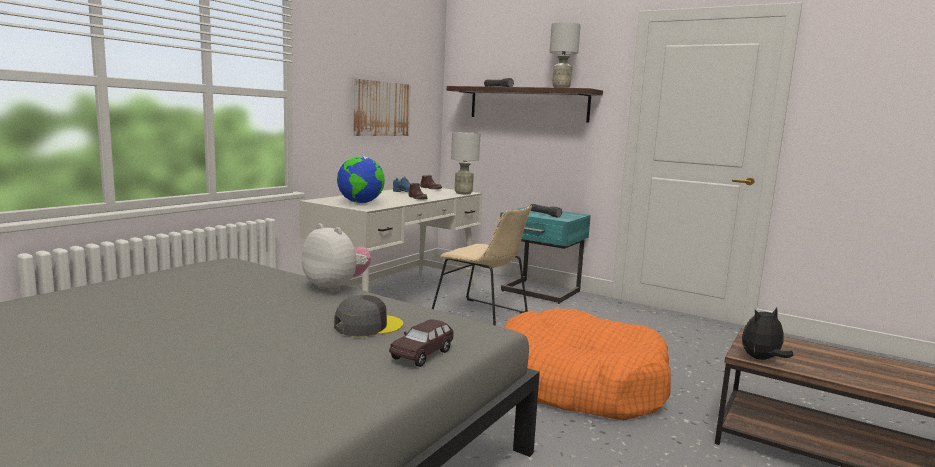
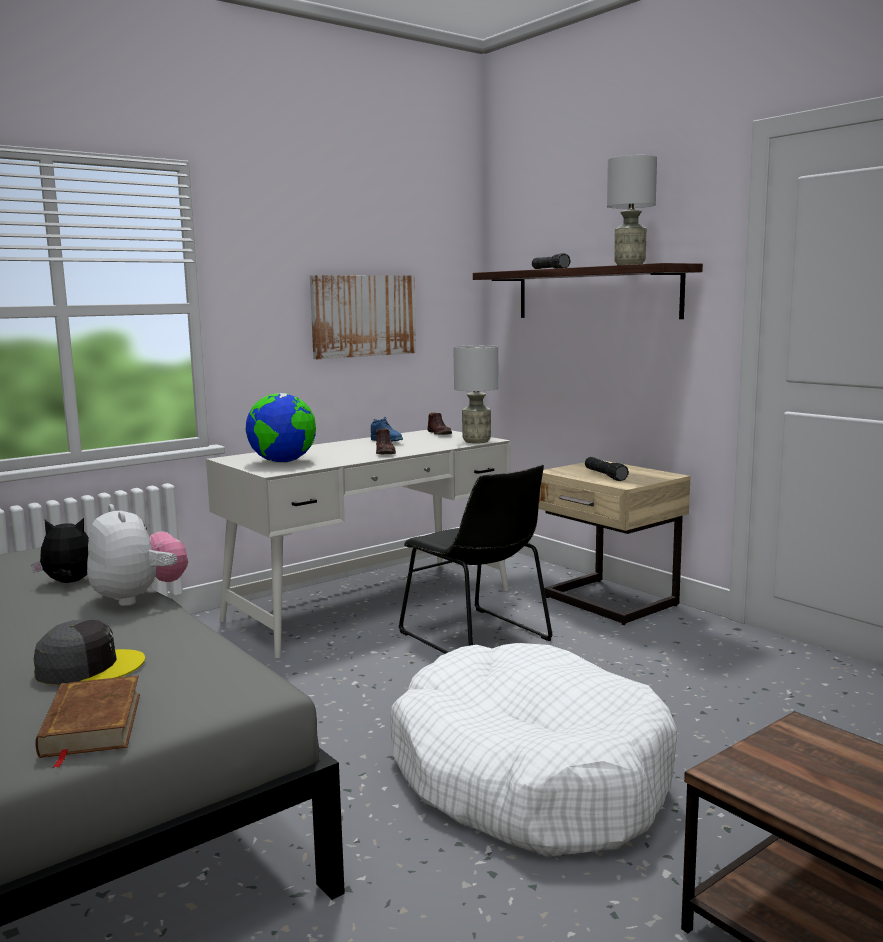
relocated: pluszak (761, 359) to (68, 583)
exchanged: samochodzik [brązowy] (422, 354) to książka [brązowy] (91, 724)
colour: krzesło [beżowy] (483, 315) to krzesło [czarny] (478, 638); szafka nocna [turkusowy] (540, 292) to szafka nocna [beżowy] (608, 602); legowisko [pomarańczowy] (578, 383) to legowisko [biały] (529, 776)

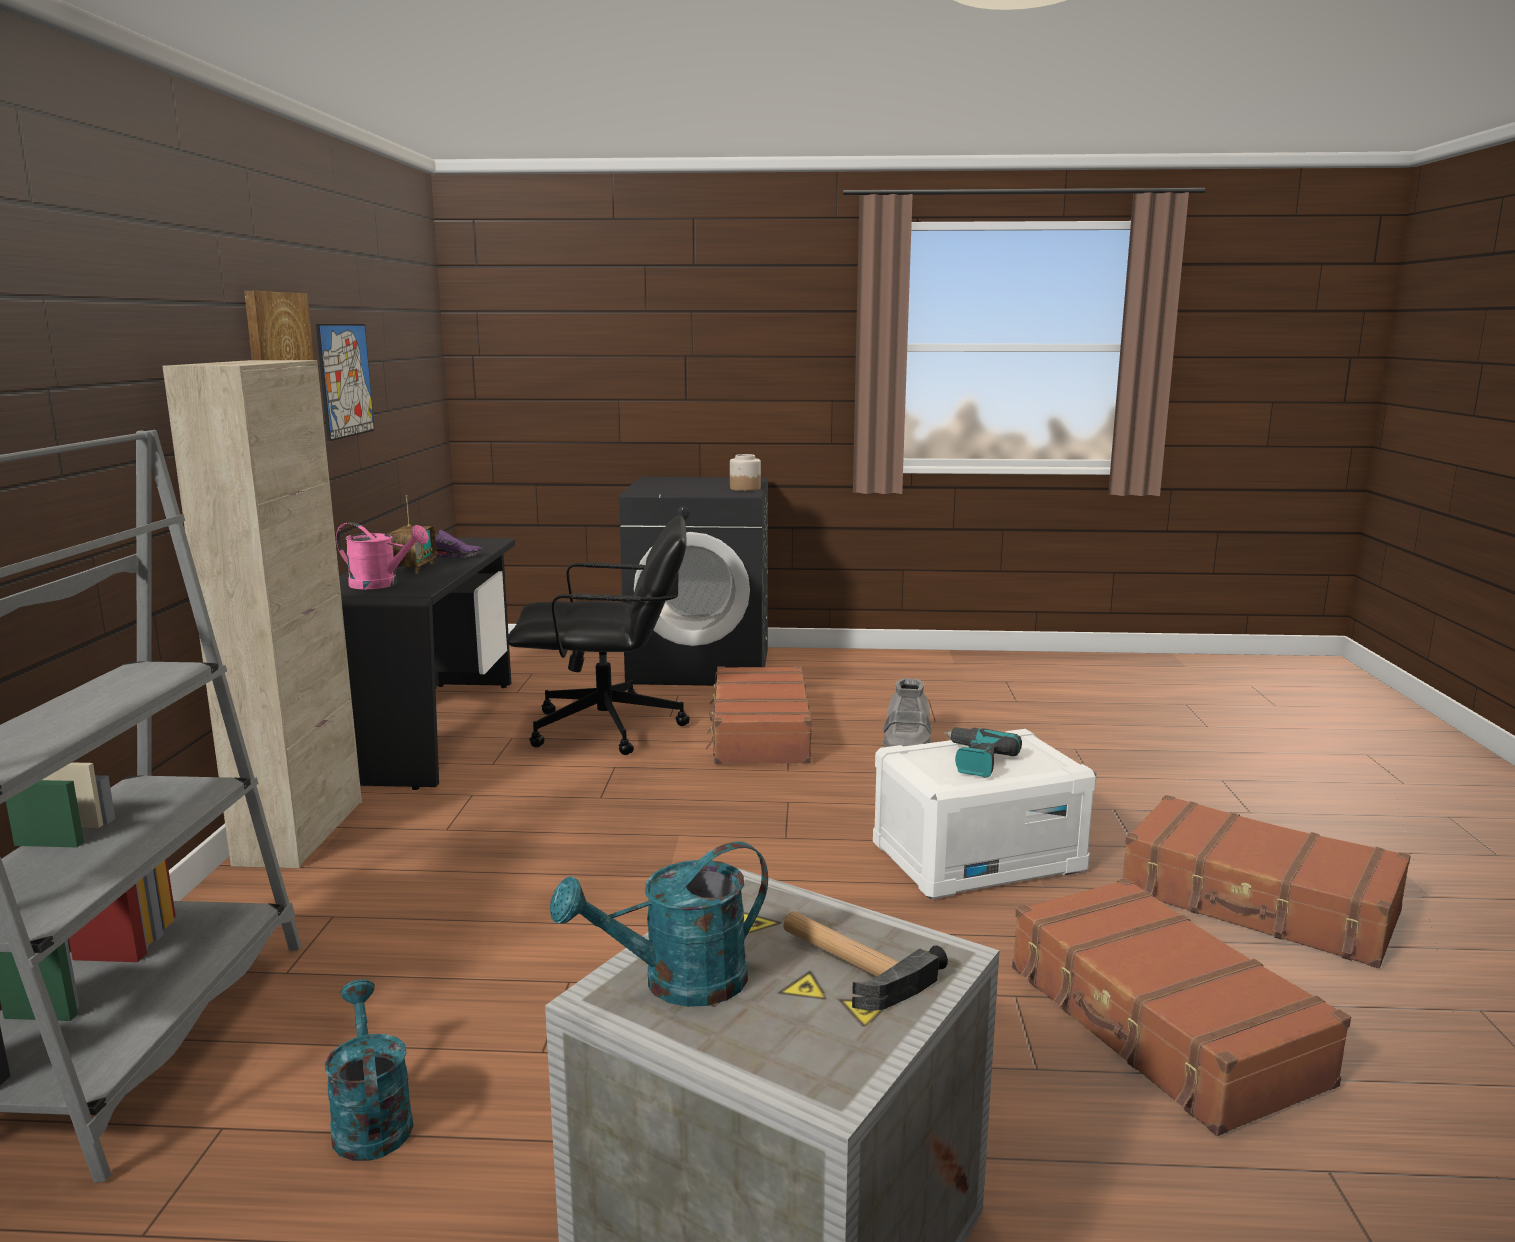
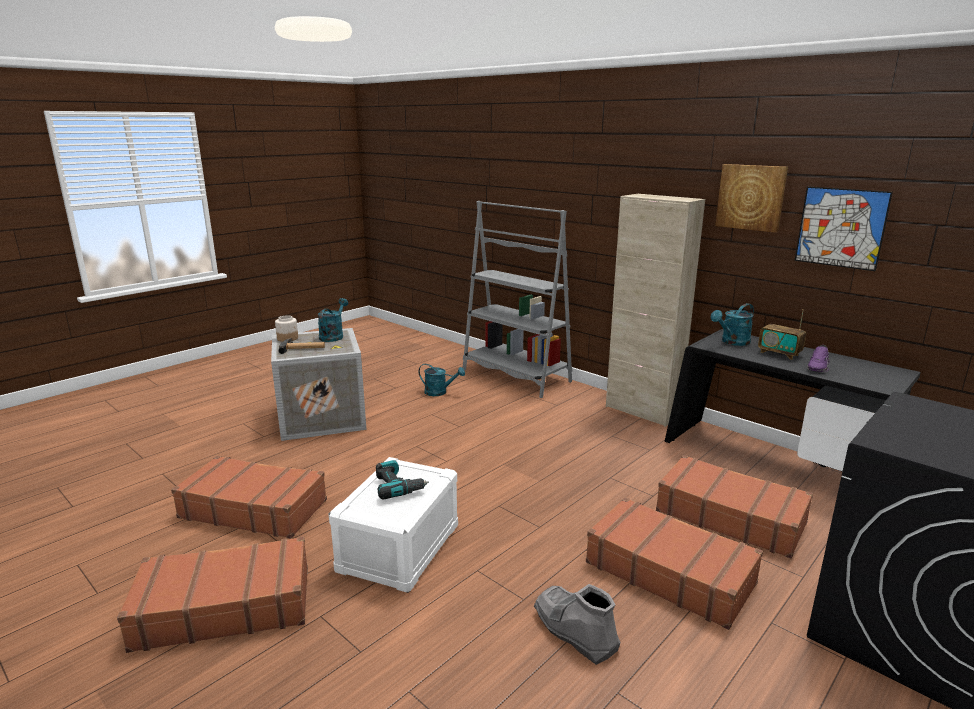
relocated: słoik (744, 488) to (288, 338)
exchanged: krzesło biurowe [czarny] (608, 729) to walizka [brązowy] (730, 516)
colour: konewka [różowy] (382, 585) to konewka [turkusowy] (732, 342)

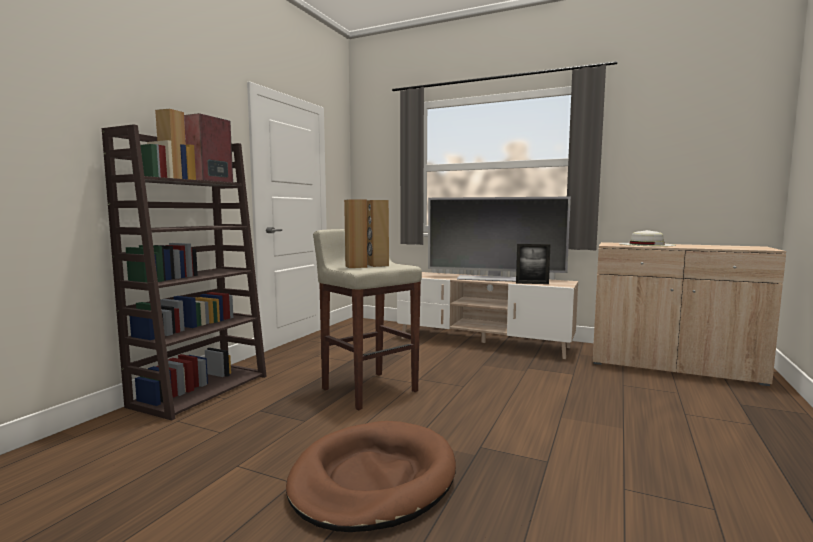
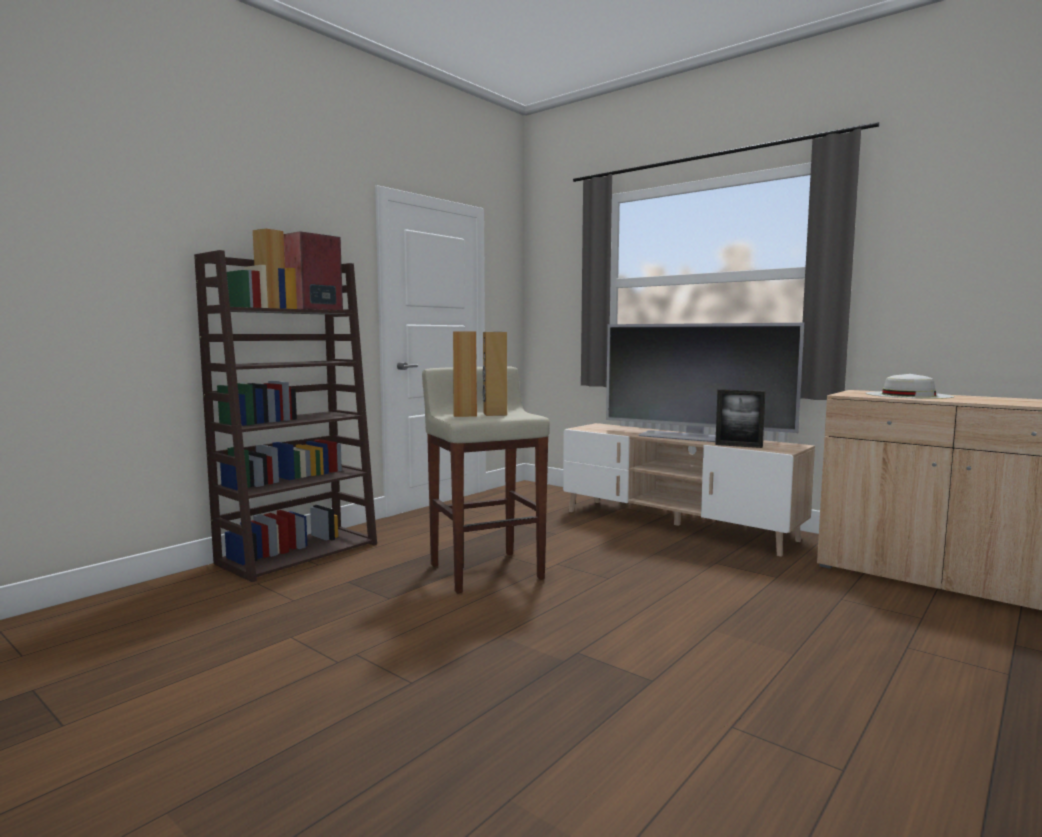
missing: legowisko [brązowy] (373, 479)

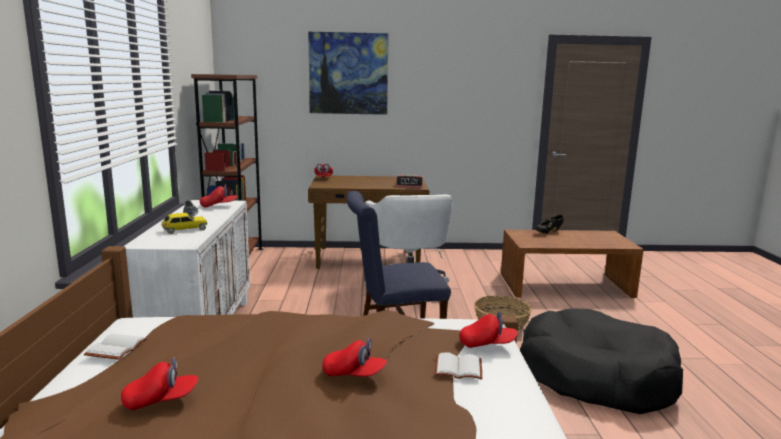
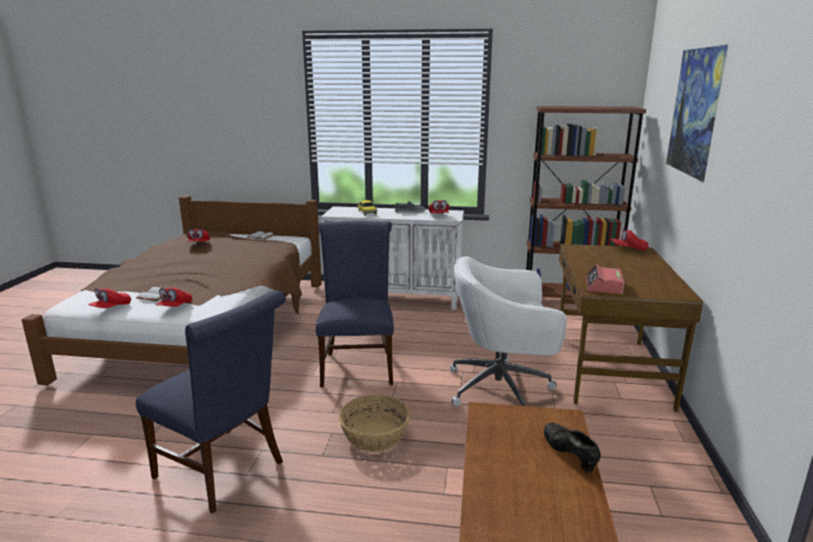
relocated: czapka z daszkiem [czerwony] (354, 374) to (111, 308)
exchanged: legowisko [czarny] (595, 376) to krzesło [niebieski] (225, 471)

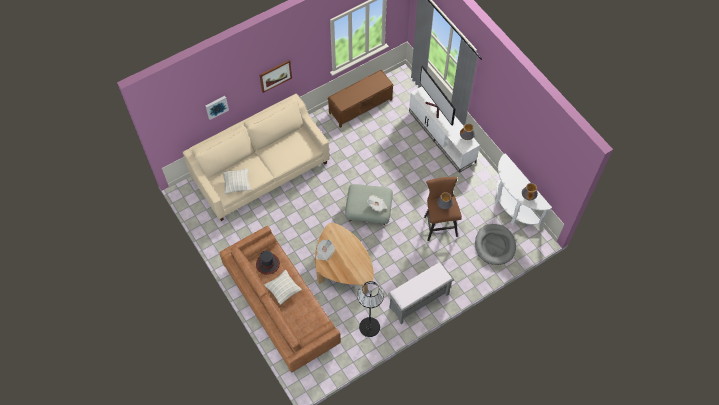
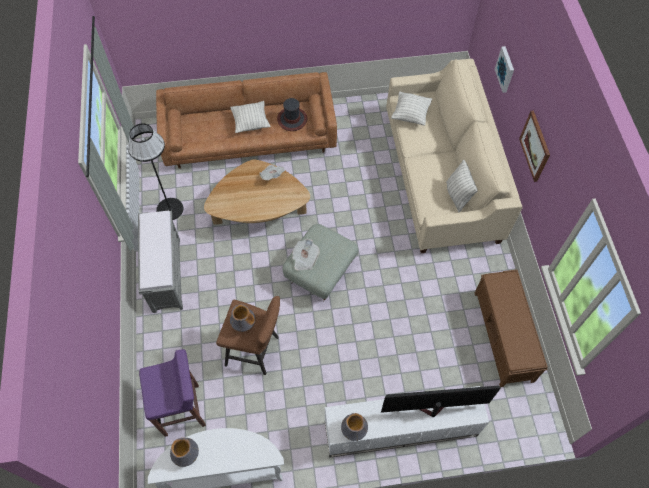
appeared: poduszka (457, 196)
exchanged: legowisko [szary] (495, 245) to stołek [fioletowy] (183, 410)

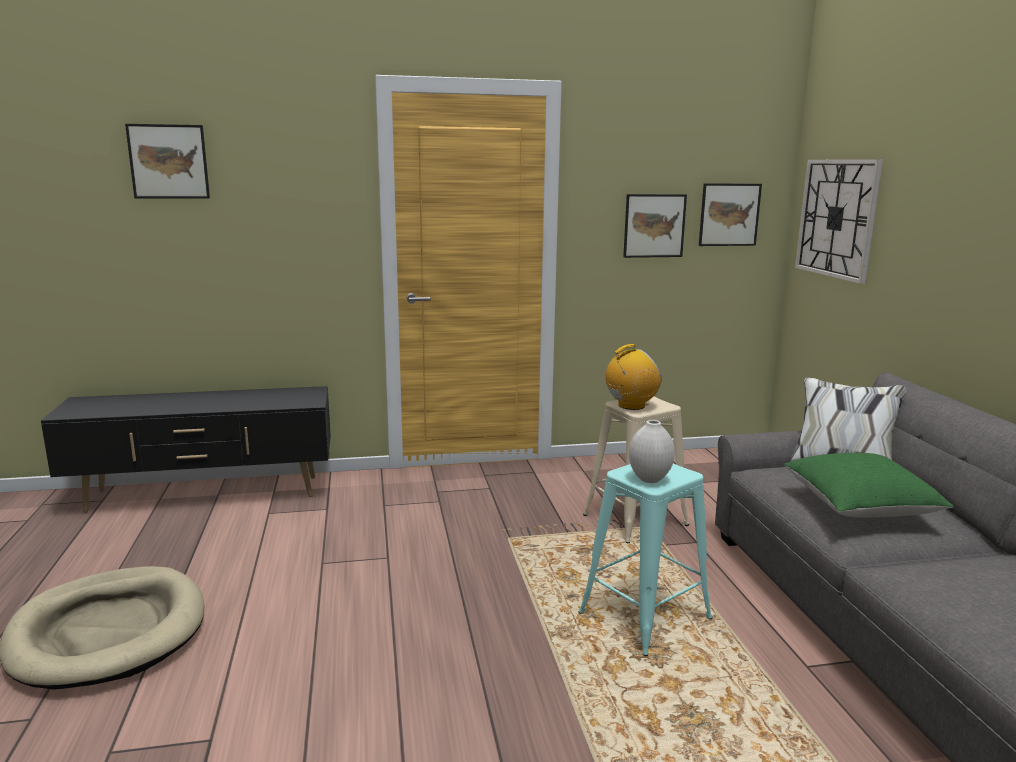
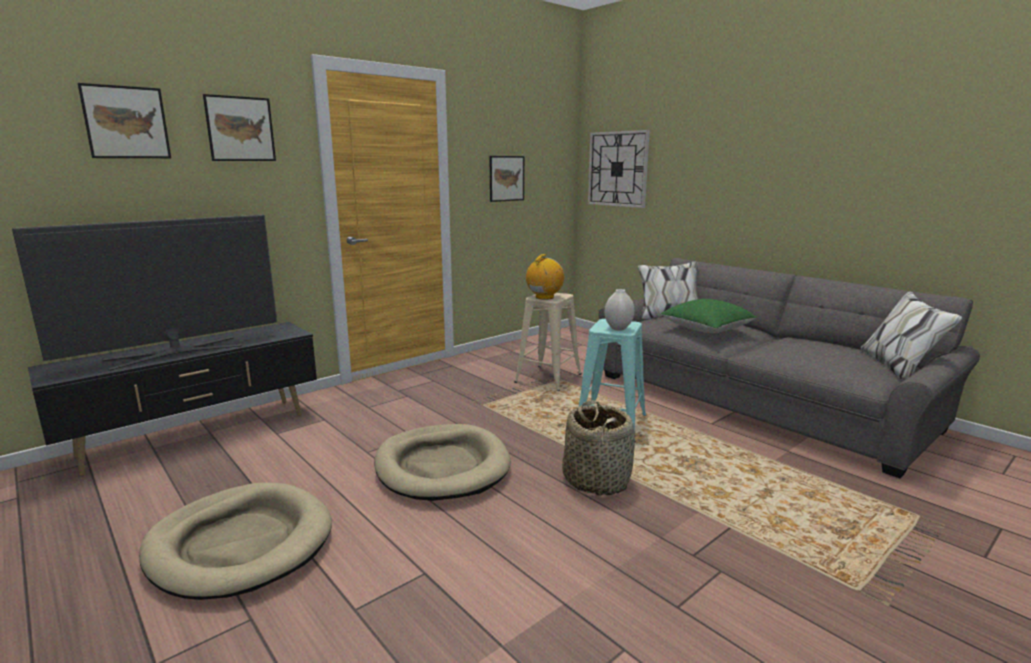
appeared: telewizor (176, 352); legowisko [beżowy] (442, 466); koszyk (596, 480)
relocated: obraz (729, 214) to (240, 129)

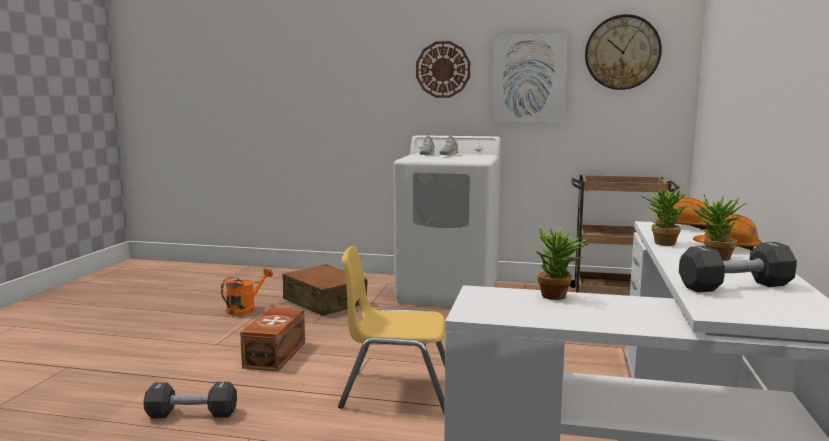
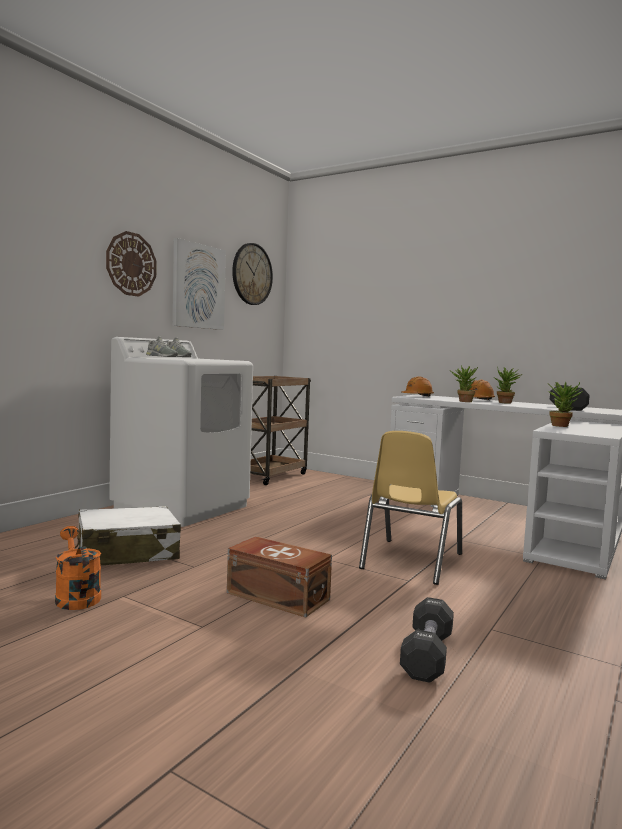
colour: walizka [brązowy] (324, 302) to walizka [biały] (126, 553)

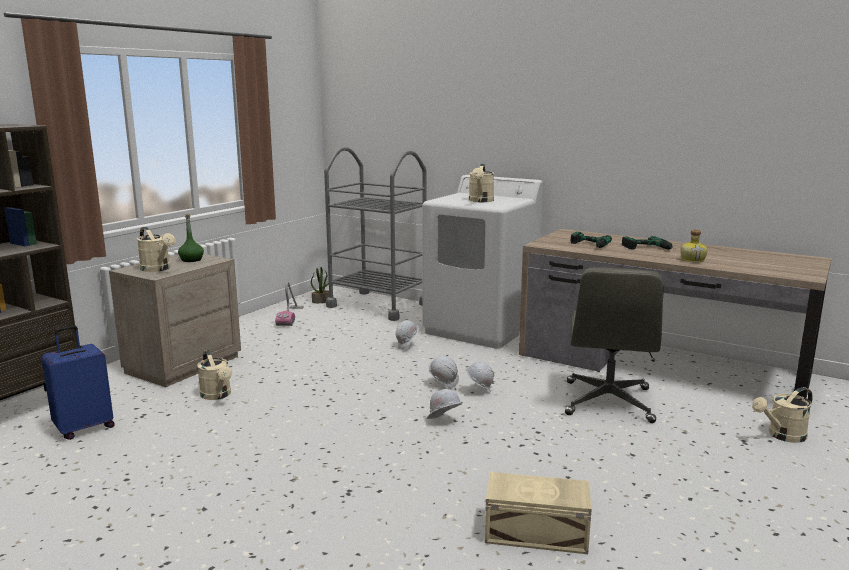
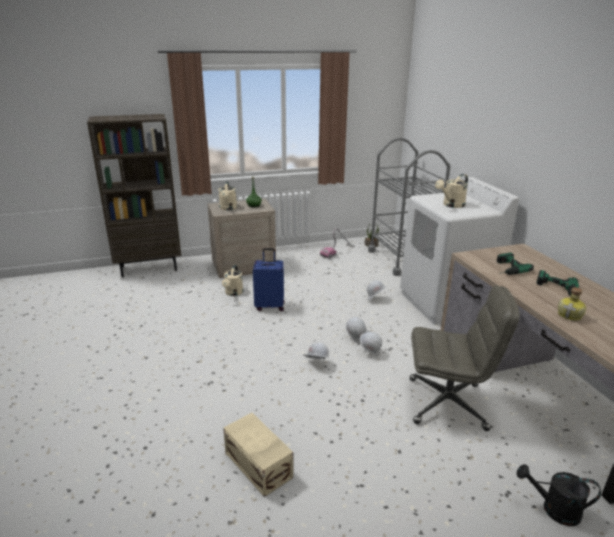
relocated: walizka [niebieski] (84, 428) to (270, 306)
colour: konewka [beżowy] (782, 436) to konewka [czarny] (554, 509)
spun: krzesło biurowe [szary] (608, 402) = (448, 403) 135 degrees counterclockwise

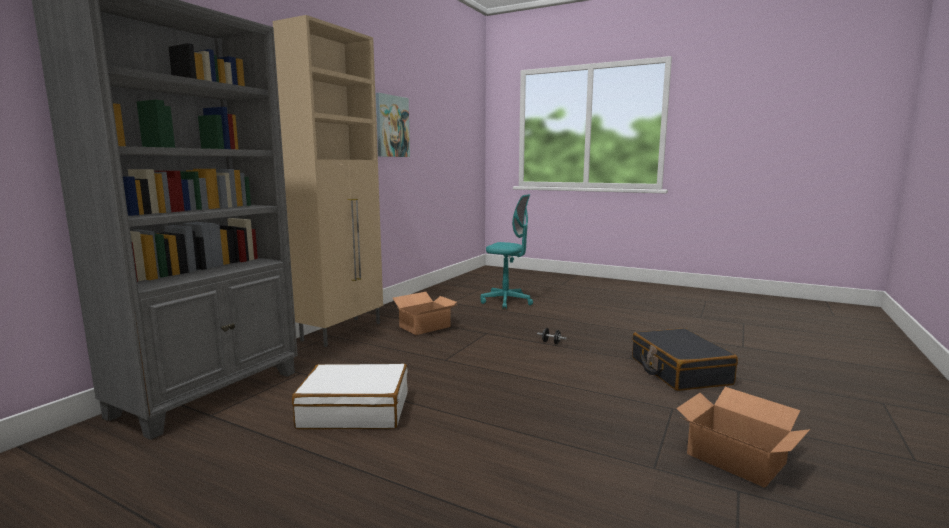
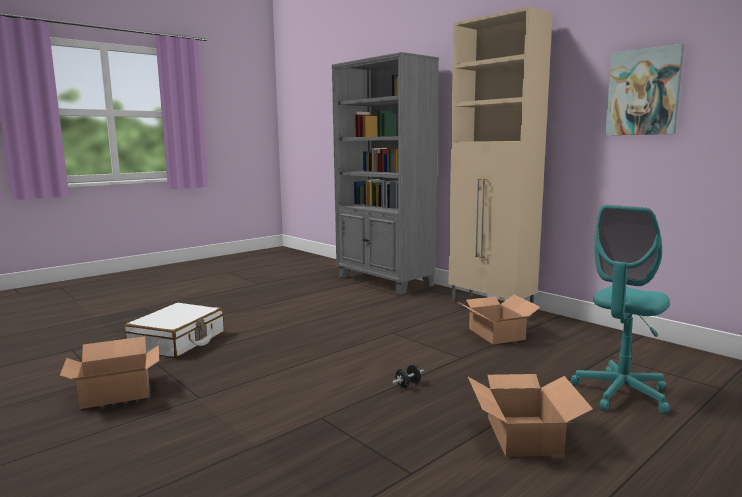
missing: walizka [czarny] (679, 371)
appeared: karton (523, 436)
relocated: walizka [biały] (355, 410) to (178, 341)

